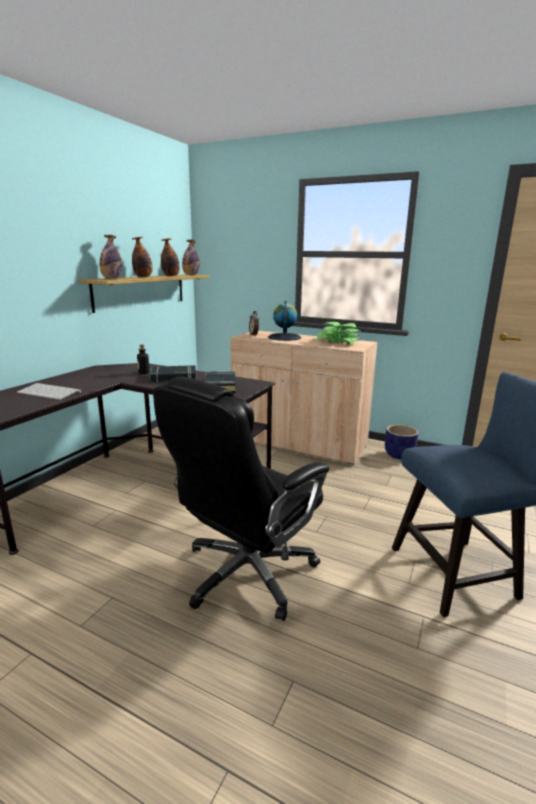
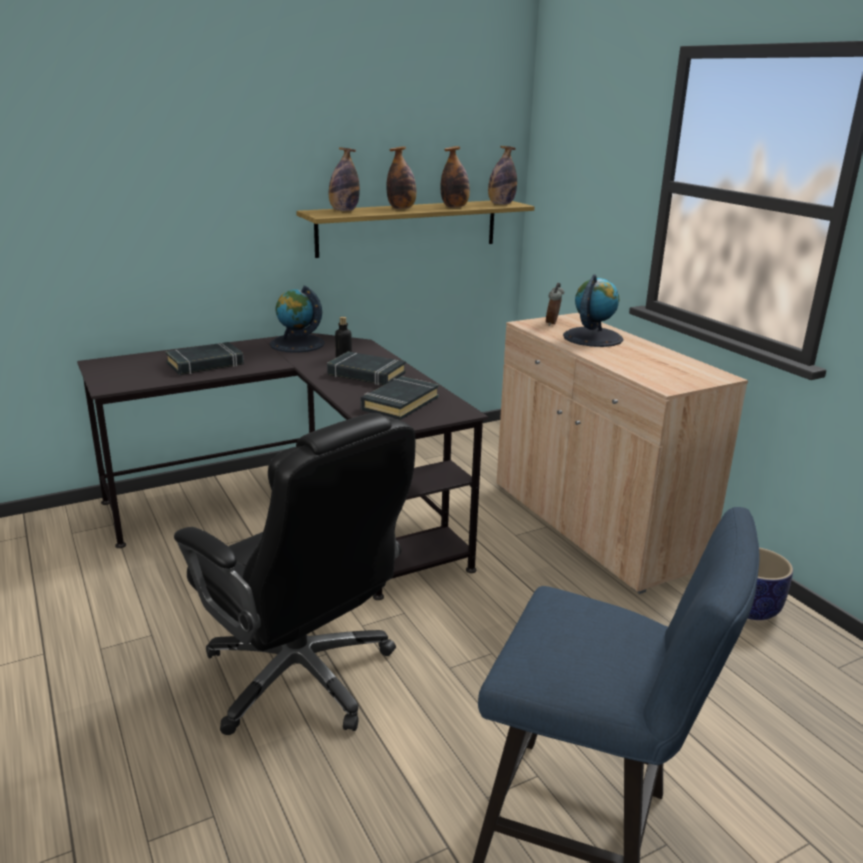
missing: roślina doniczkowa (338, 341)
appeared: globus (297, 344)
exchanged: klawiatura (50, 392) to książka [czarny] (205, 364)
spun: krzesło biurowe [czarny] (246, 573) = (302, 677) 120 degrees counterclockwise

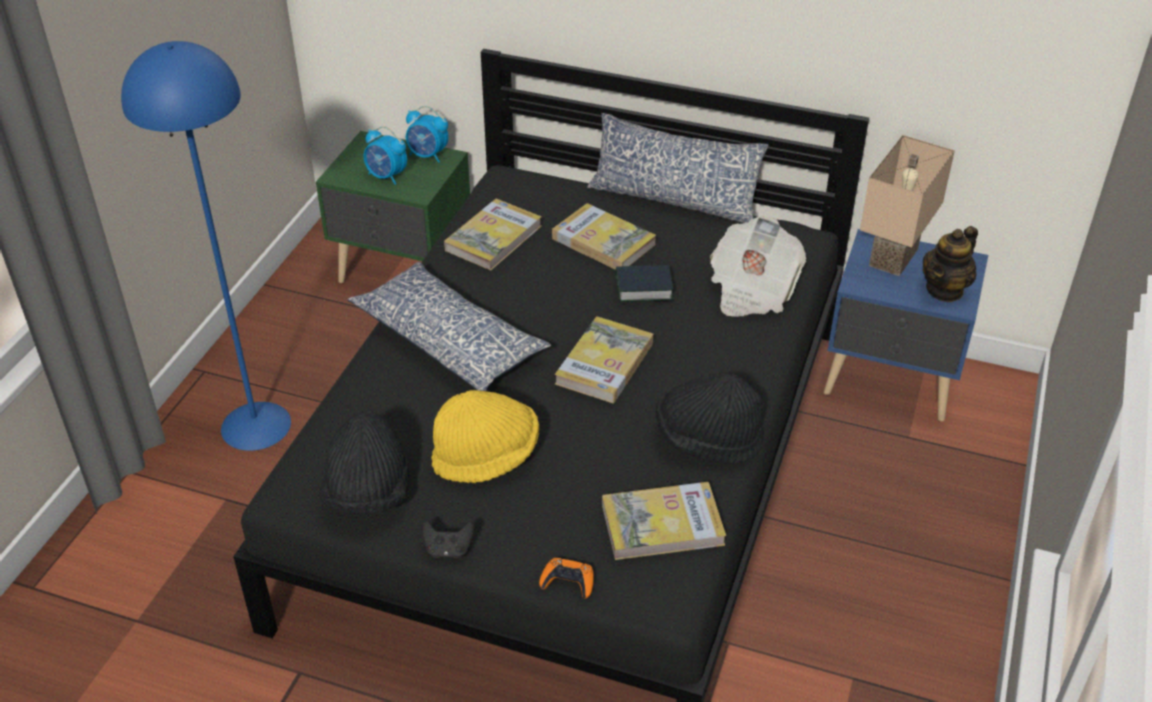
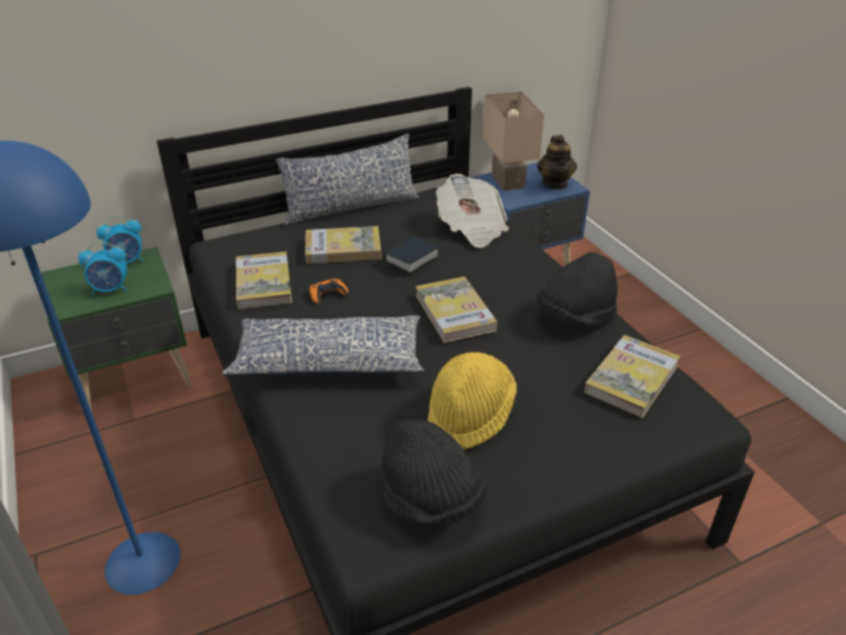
missing: pad do gier [czarny] (448, 549)
relocated: pad do gier [pomarańczowy] (568, 582) to (328, 294)

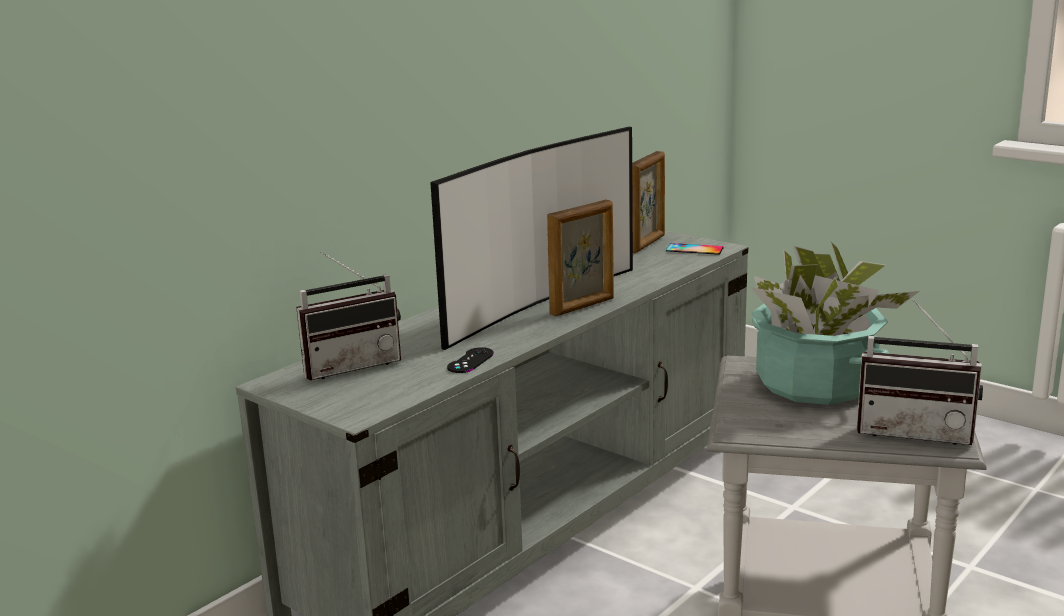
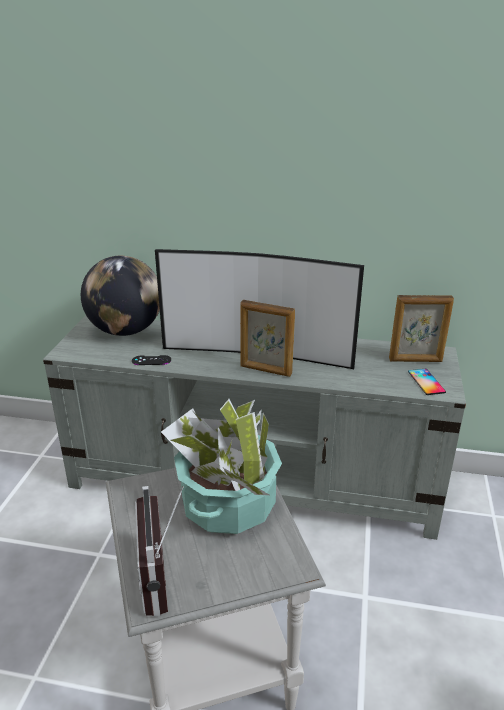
exchanged: radio (350, 365) to globus (126, 331)

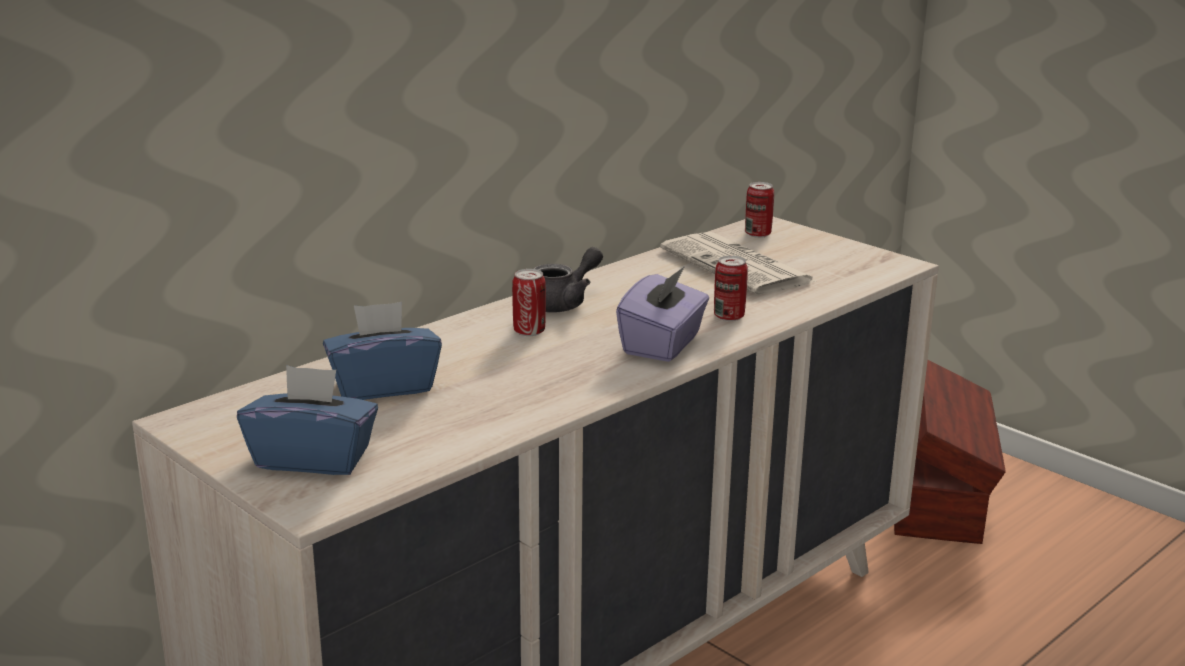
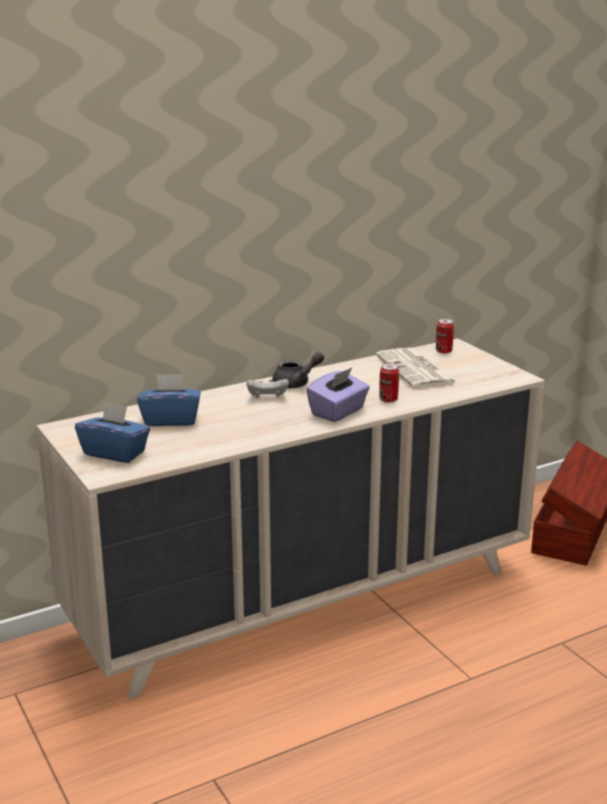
exchanged: puszka (529, 331) to pad do gier [biały] (267, 398)

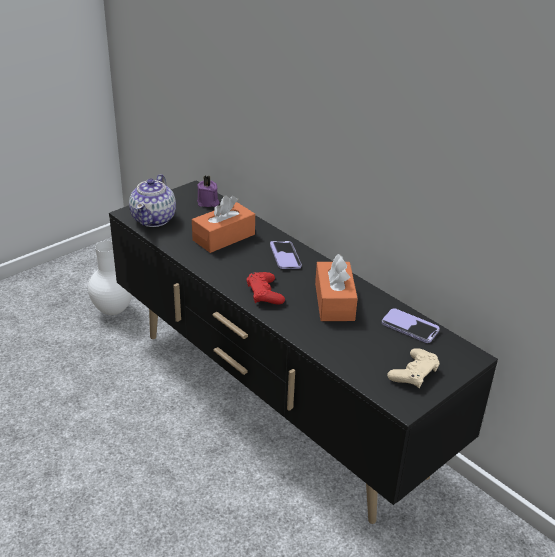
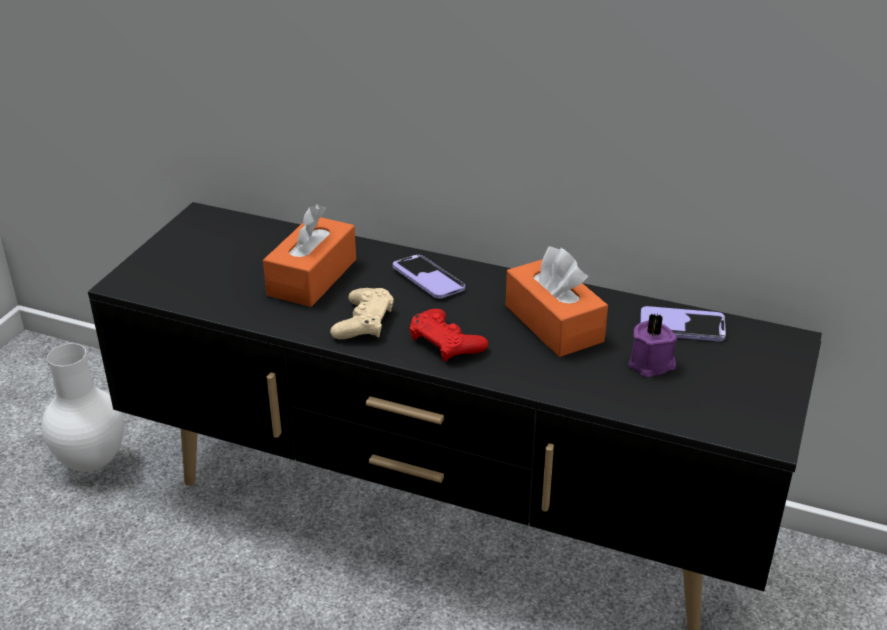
missing: imbryk (154, 219)
relocated: świeca [fioletowy] (208, 202) to (652, 364); pad do gier [beżowy] (413, 373) to (363, 322)

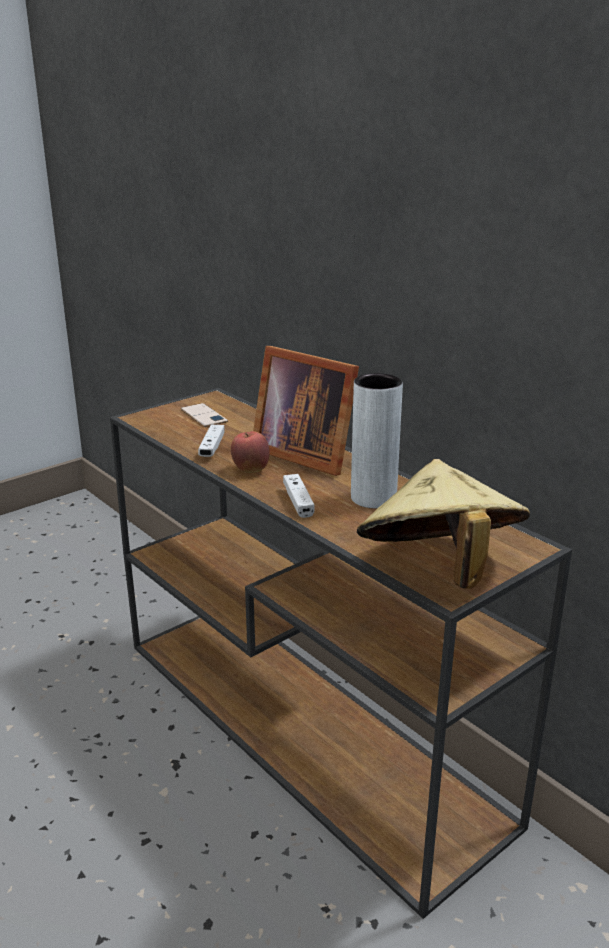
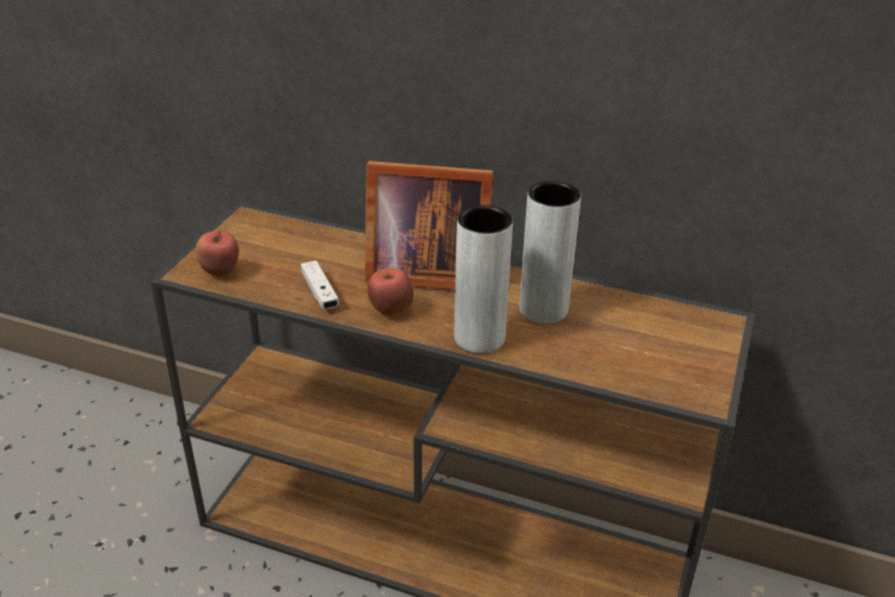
missing: telefon (204, 416); kapelusz [beżowy] (438, 570)
appeared: jabłko (220, 272)
exchanged: pad do gier [biały] (298, 502) to wazon [szary] (479, 338)

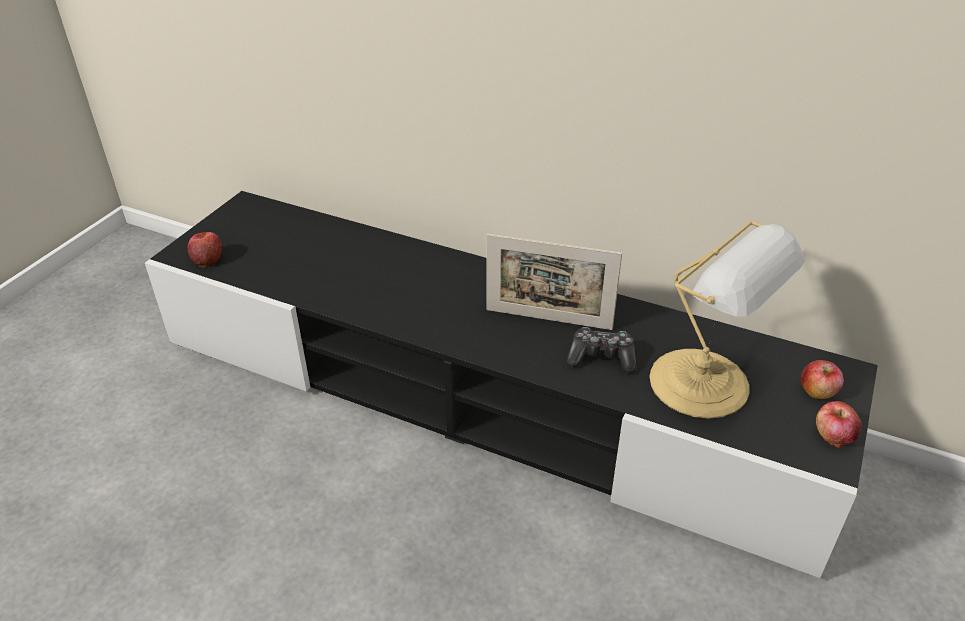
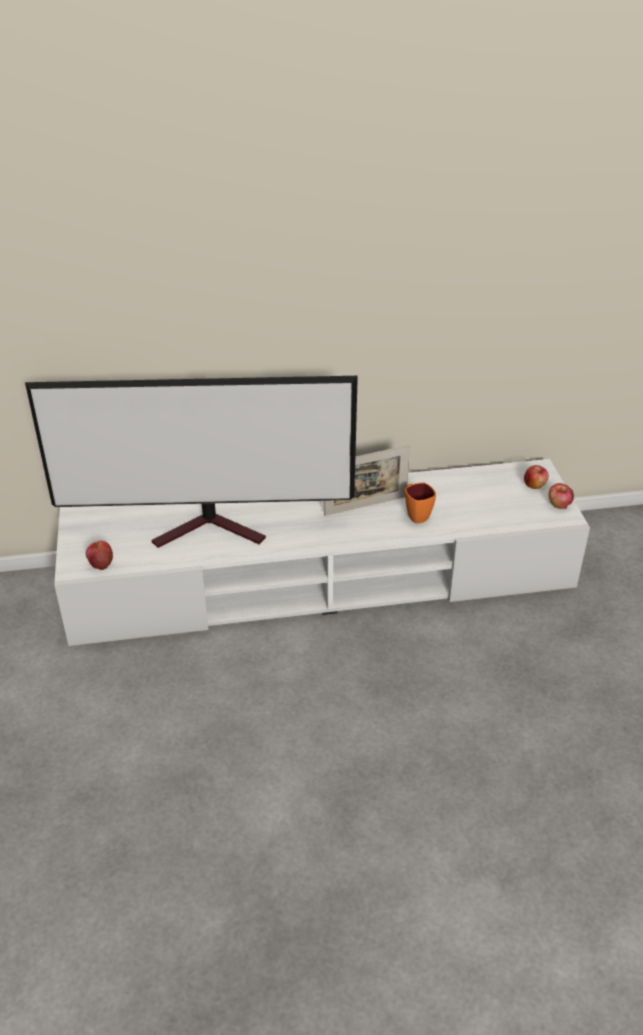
missing: lampa stołowa (704, 385)
appeared: telewizor (212, 529)
exchanged: pad do gier (601, 358) to kubek [pomarańczowy] (415, 514)
colour: szafka pod telewizor [czarny] (484, 397) to szafka pod telewizor [biały] (322, 580)

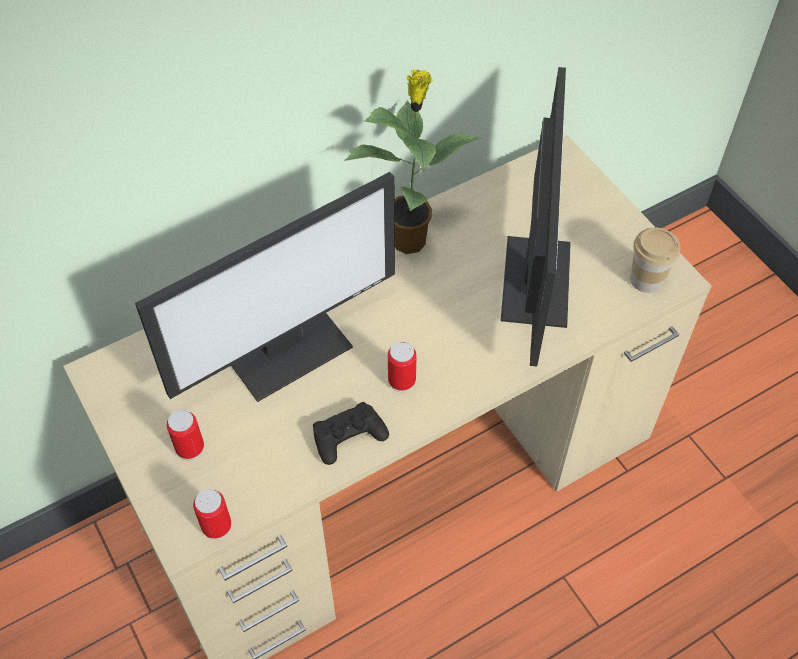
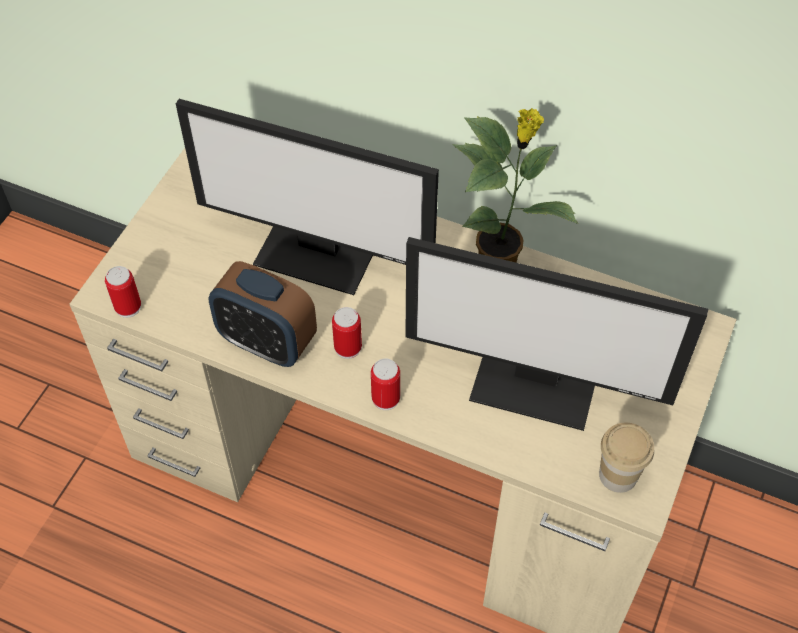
relocated: puszka (190, 448) to (385, 398)
exchanged: pad do gier [czarny] (349, 436) to budzik (267, 342)
spun: monitor (533, 279) = (536, 384) 45 degrees clockwise

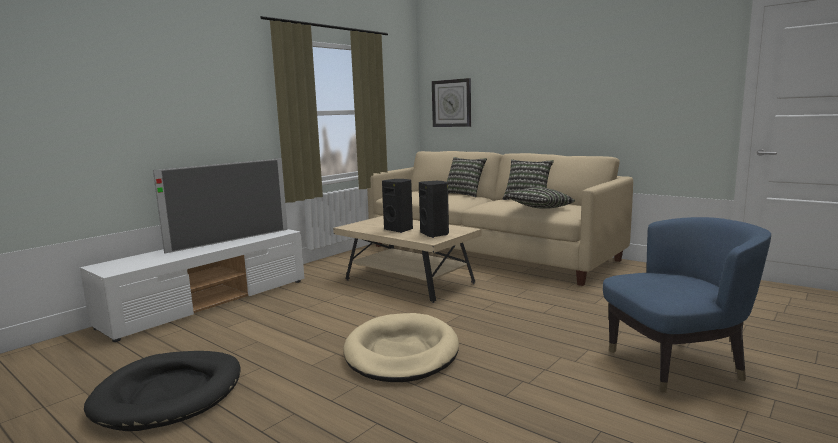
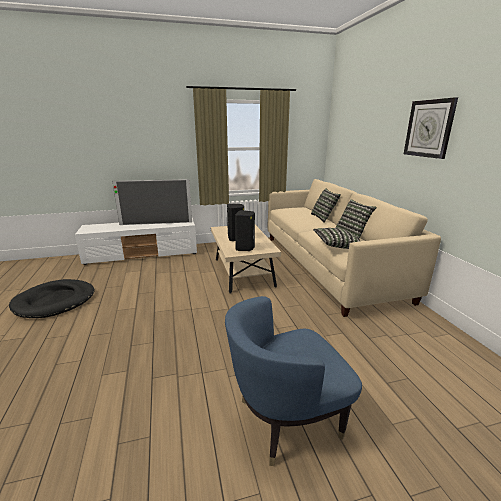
missing: legowisko [beżowy] (401, 352)
relocated: zegar ścienny (451, 103) to (429, 128)
spun: fotel [niebieski] (677, 364) = (286, 419) 135 degrees clockwise

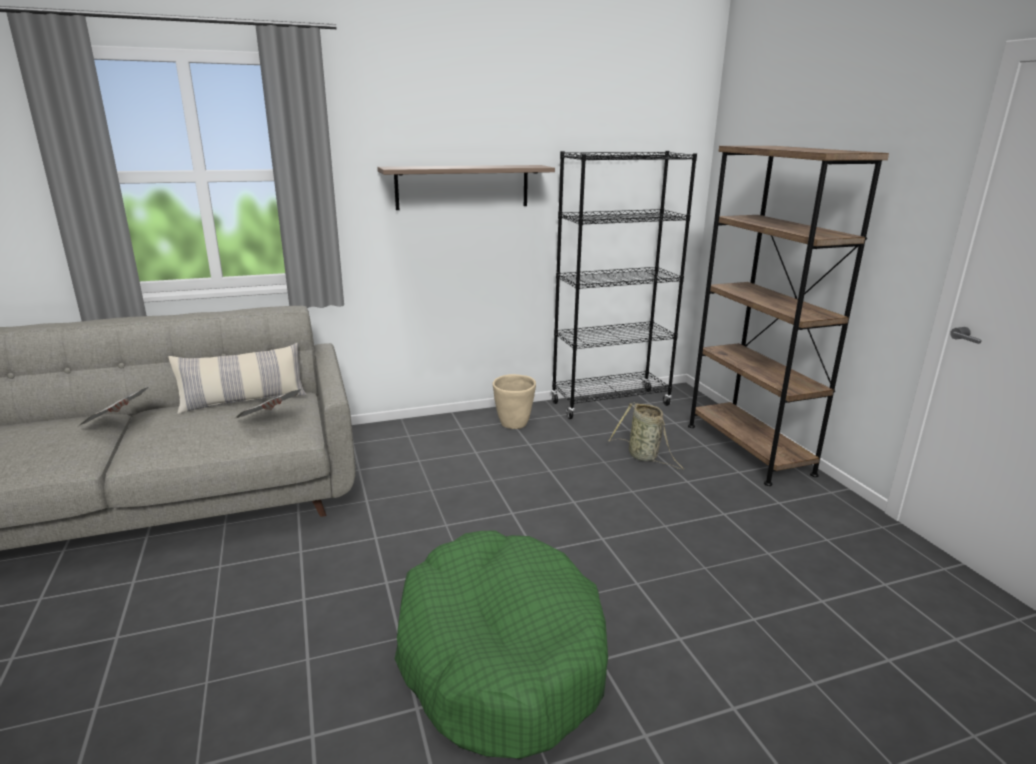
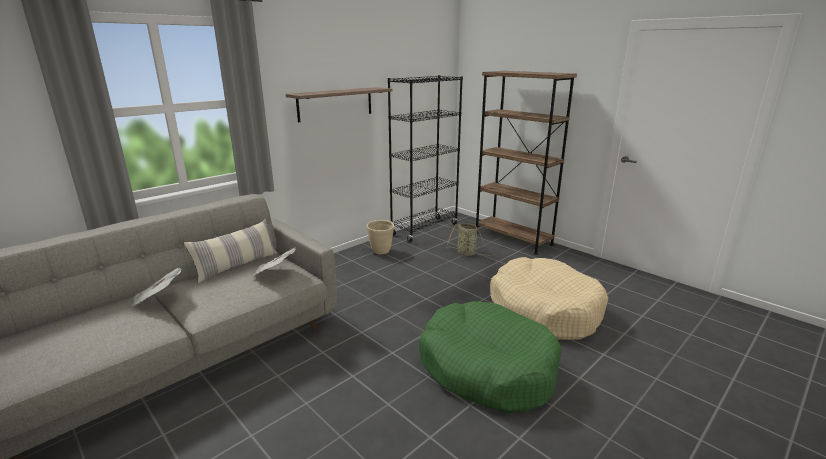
appeared: legowisko [beżowy] (544, 310)

